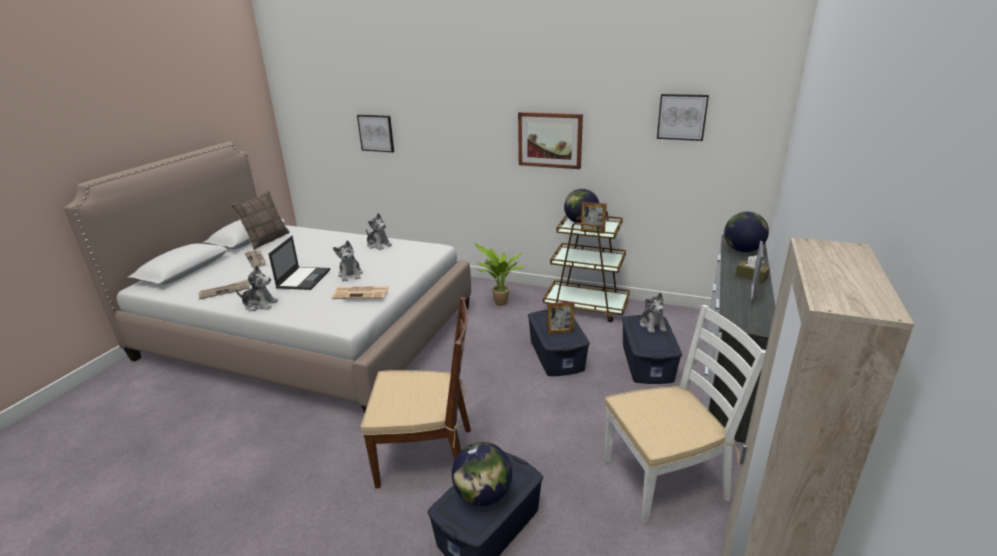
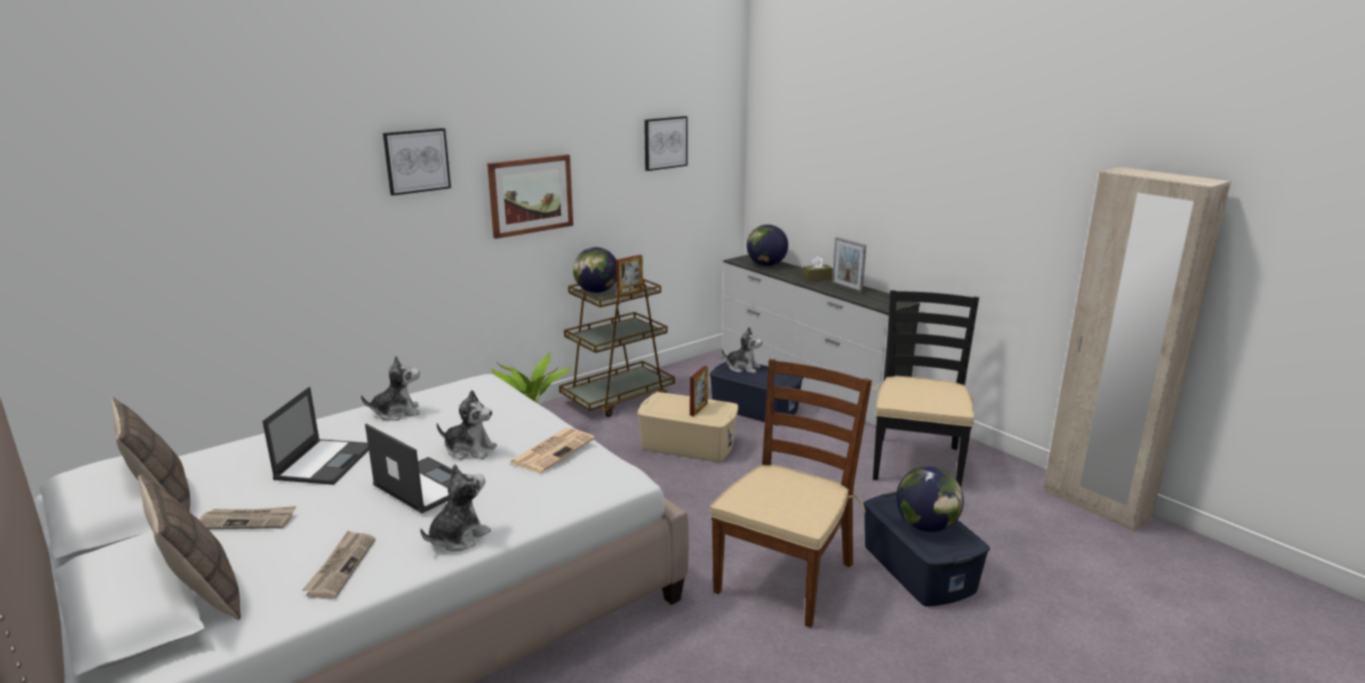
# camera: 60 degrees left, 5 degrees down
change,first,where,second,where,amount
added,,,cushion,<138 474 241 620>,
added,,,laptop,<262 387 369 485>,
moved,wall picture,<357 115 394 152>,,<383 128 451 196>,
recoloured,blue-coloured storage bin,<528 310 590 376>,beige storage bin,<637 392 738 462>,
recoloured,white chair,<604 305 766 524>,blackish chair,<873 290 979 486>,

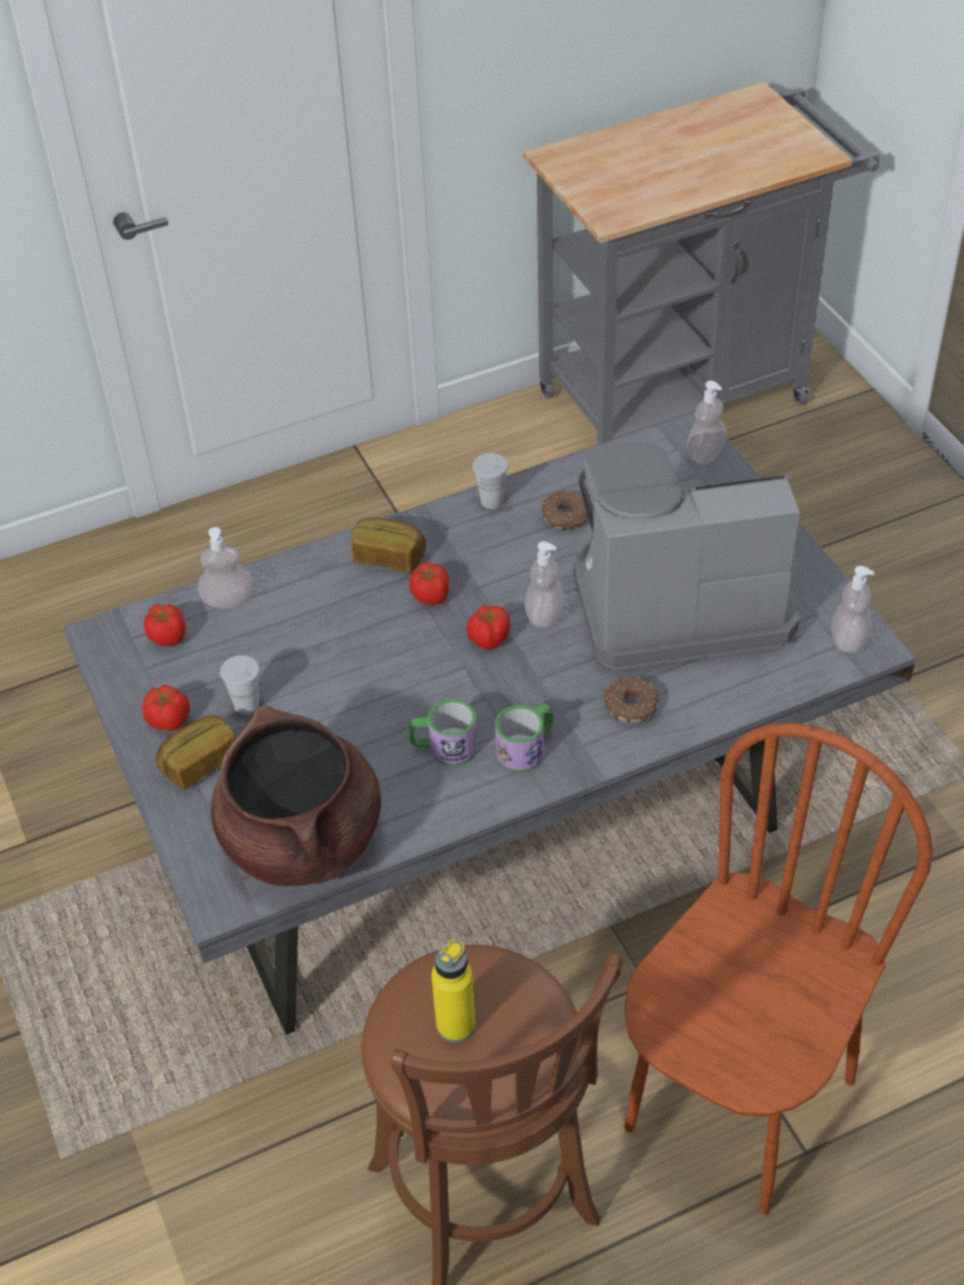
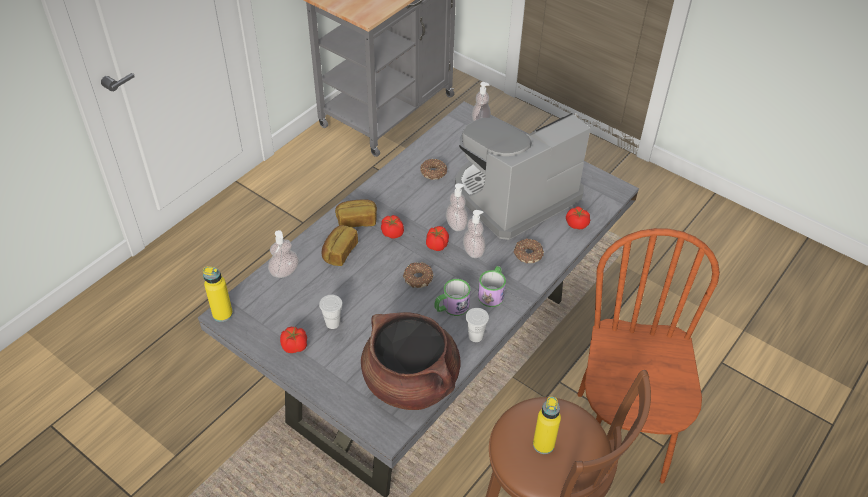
# camera: 30 degrees left, 0 degrees up
change,first,where,second,where,amount
added,,,yellow-coloured beverage bottle,<203 267 233 322>,
added,,,donut,<403 263 434 288>,
moved,whole tomato,<144 604 185 646>,,<566 207 590 229>,
moved,bread,<156 715 236 790>,,<322 225 358 266>,
moved,white drinking cup,<473 453 508 509>,,<466 308 489 342>,
moved,soap dispenser,<831 566 874 653>,,<463 210 486 258>,

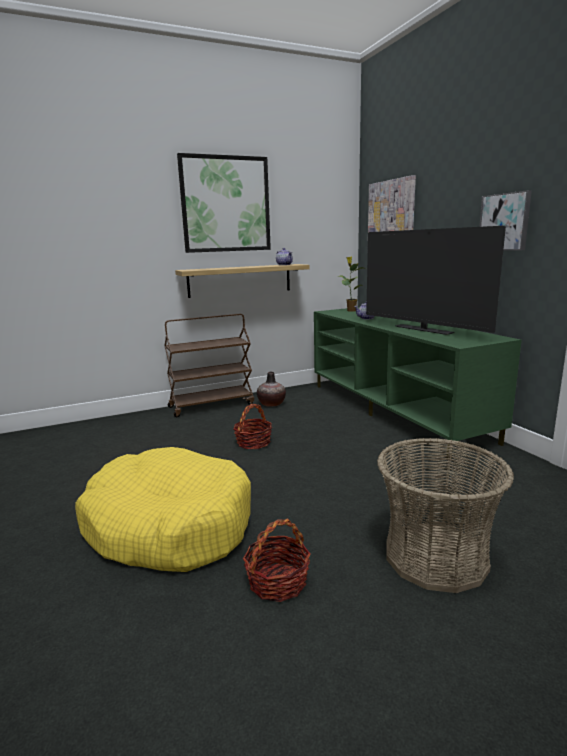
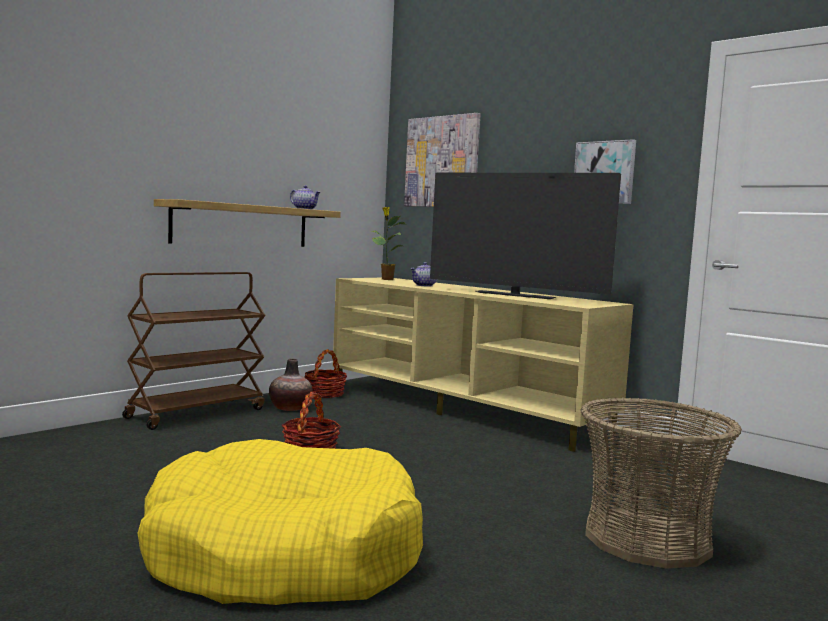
# camera: 25 degrees left, 10 degrees down
change,first,where,second,where,amount
removed,wall picture,<177 153 271 253>,,,
moved,basket,<243 519 311 602>,,<304 349 347 398>,
recoloured,green tv stand,<314 307 522 459>,beige tv stand,<333 278 634 452>,

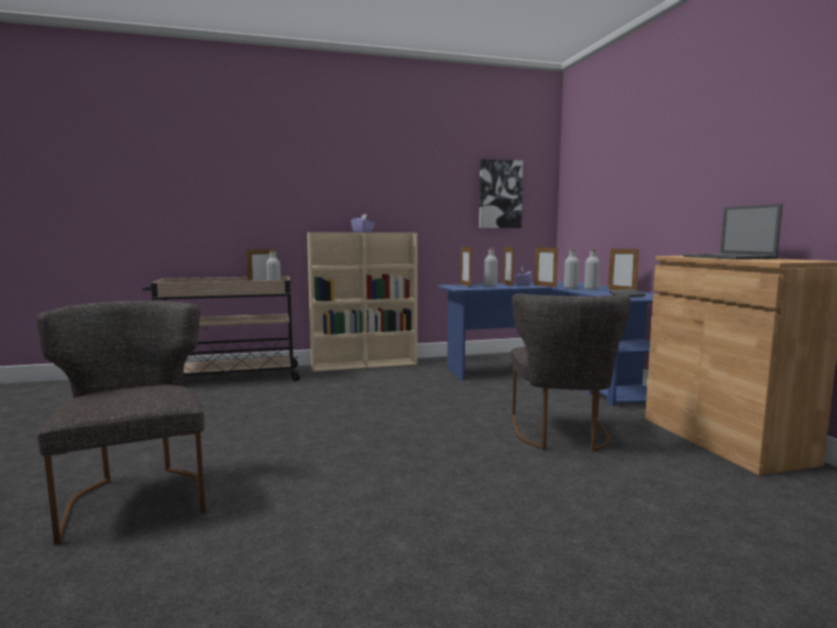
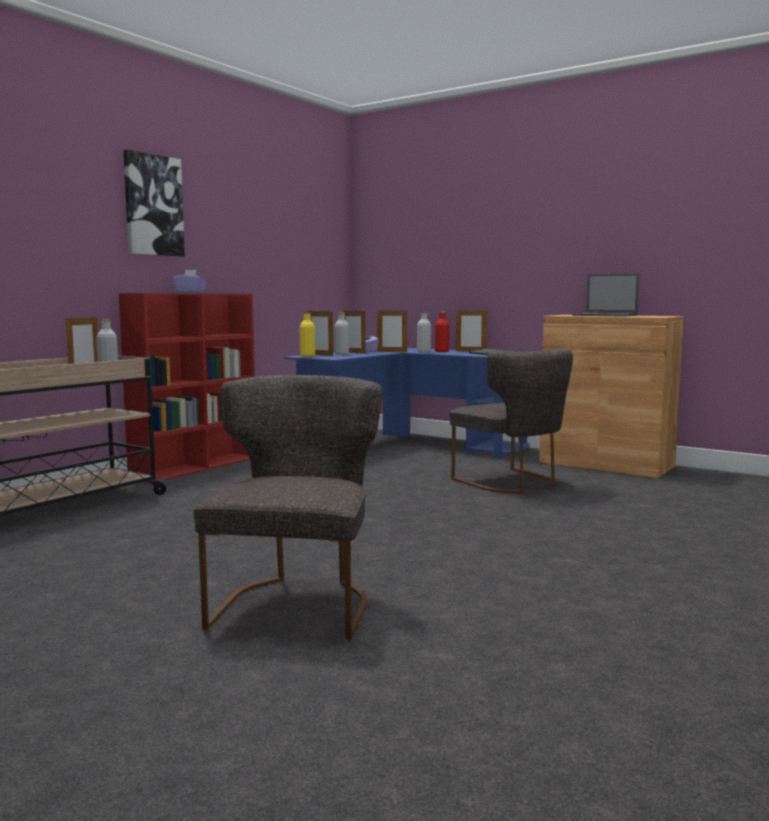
# camera: 40 degrees left, 0 degrees up
change,first,where,second,where,amount
added,,,yellow-coloured beverage bottle,<300 312 315 357>,
moved,wall picture,<479 159 523 228>,,<124 149 185 257>,
recoloured,beige bookcase,<307 232 418 372>,reddish bookcase,<119 293 255 483>,
recoloured,grey beverage bottle,<584 249 600 290>,reddish beverage bottle,<435 312 450 352>,
turned,grey chair,<36 301 206 544>,,<194 375 383 640>,75 degrees clockwise

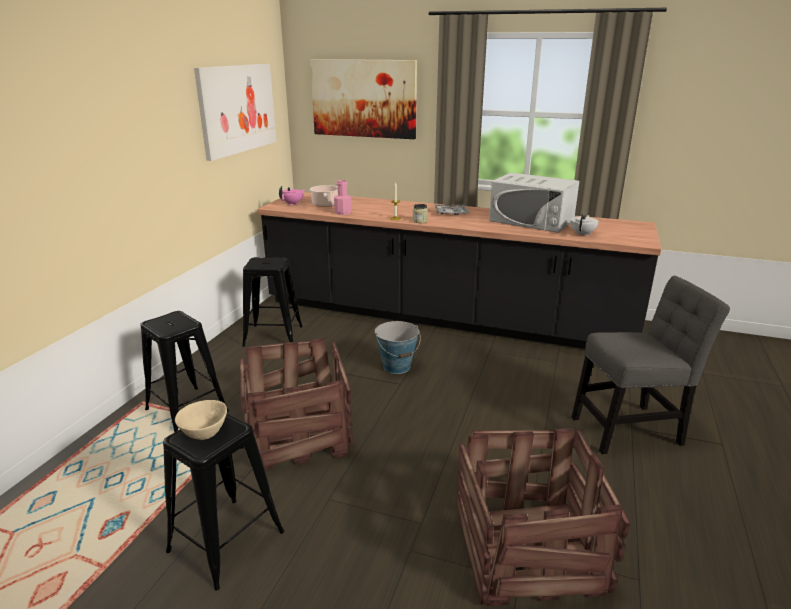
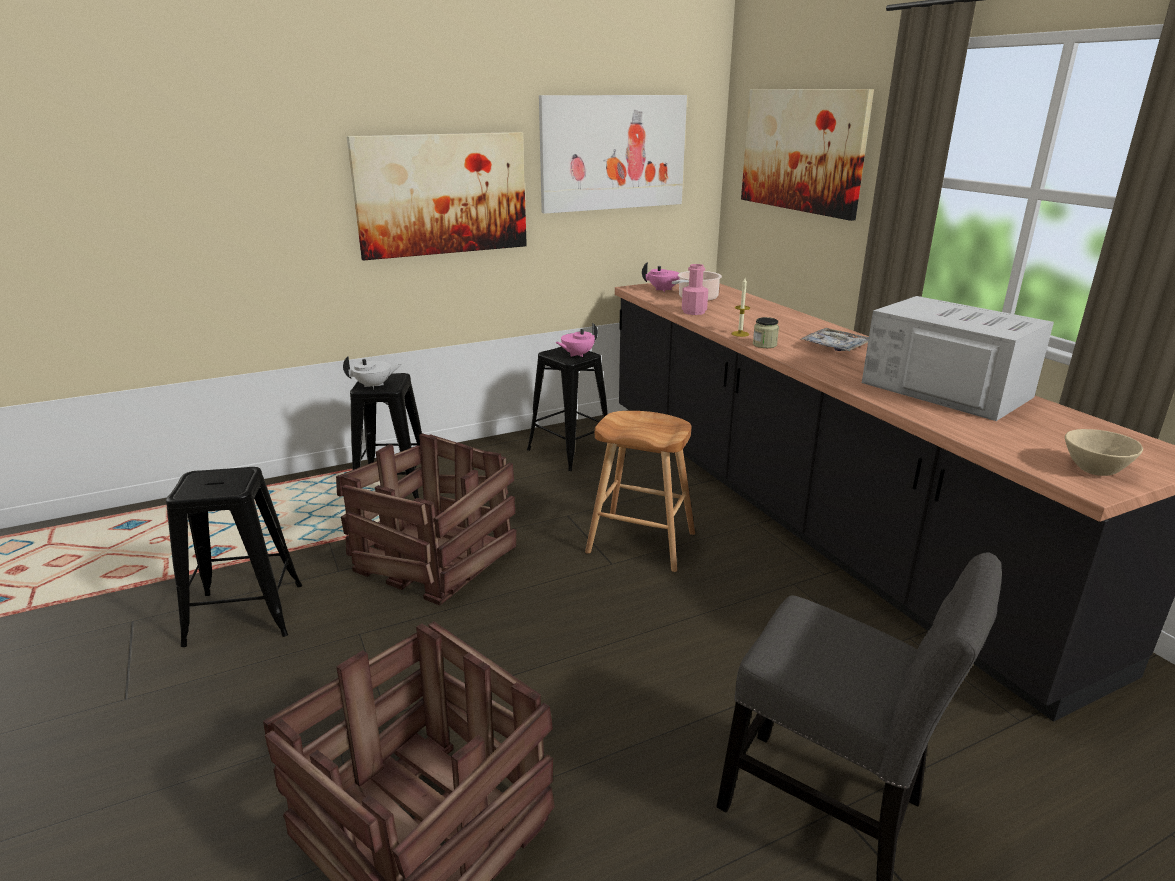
# camera: 45 degrees right, 0 degrees up
change,first,where,second,where,amount
added,,,wall picture,<347 132 527 260>,
added,,,pinkish tea pot,<555 323 598 357>,
moved,beige bowl,<175 400 227 440>,,<1065 429 1143 476>,
moved,white tea pot,<570 214 599 236>,,<343 356 402 389>,
replaced,pail,<375 321 421 374>,brown sitting stool,<585 411 695 572>,
turned,white microwave oven,<489 173 579 233>,,<862 296 1054 421>,150 degrees clockwise

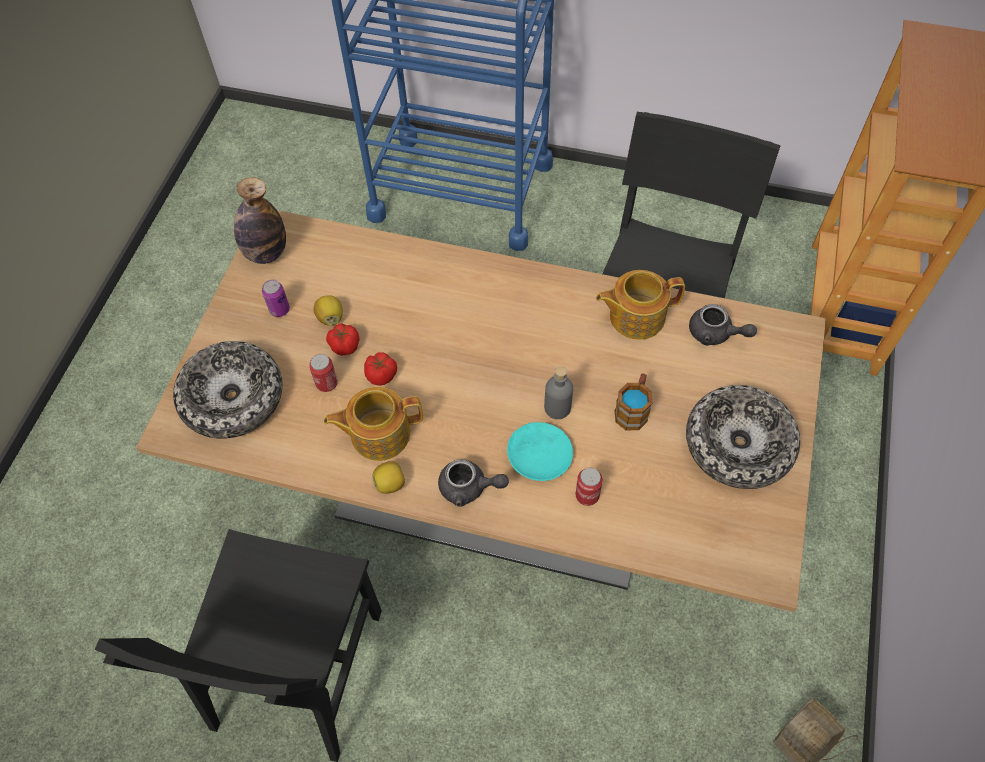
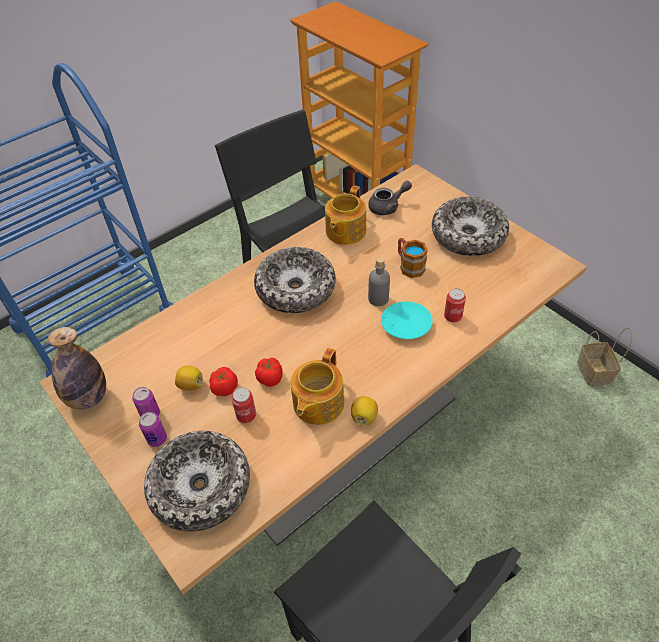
# camera: 55 degrees left, 10 degrees down
change,first,where,second,where,amount
removed,grey tea pot,<438 459 509 507>,,,
added,,,can,<139 412 167 447>,
added,,,bowl,<254 247 336 313>,

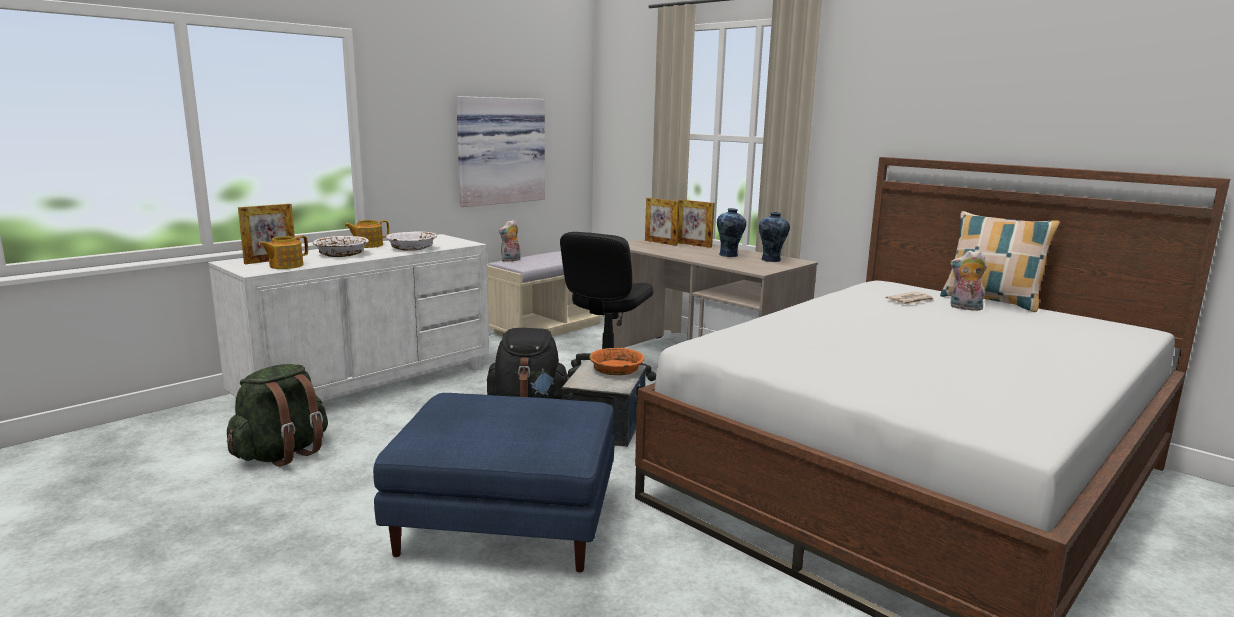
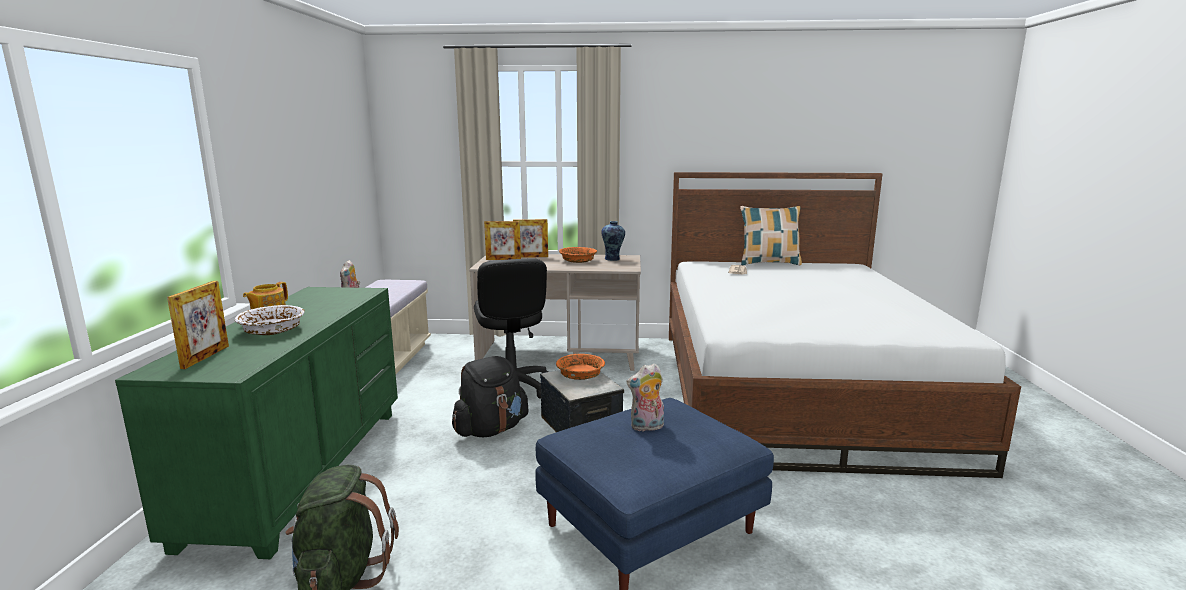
# camera: 40 degrees left, 0 degrees up
change,first,where,second,where,amount
removed,tea pot,<259 235 308 269>,,,
removed,white bowl,<386 231 437 251>,,,
removed,wall picture,<456 96 545 207>,,,
moved,cuddly toy,<950 250 987 311>,,<626 363 664 432>,
replaced,flower vase,<717 208 746 257>,orangey bowl,<559 247 597 263>,
recoloured,white chest of drawers,<208 234 489 402>,green chest of drawers,<115 287 398 559>,

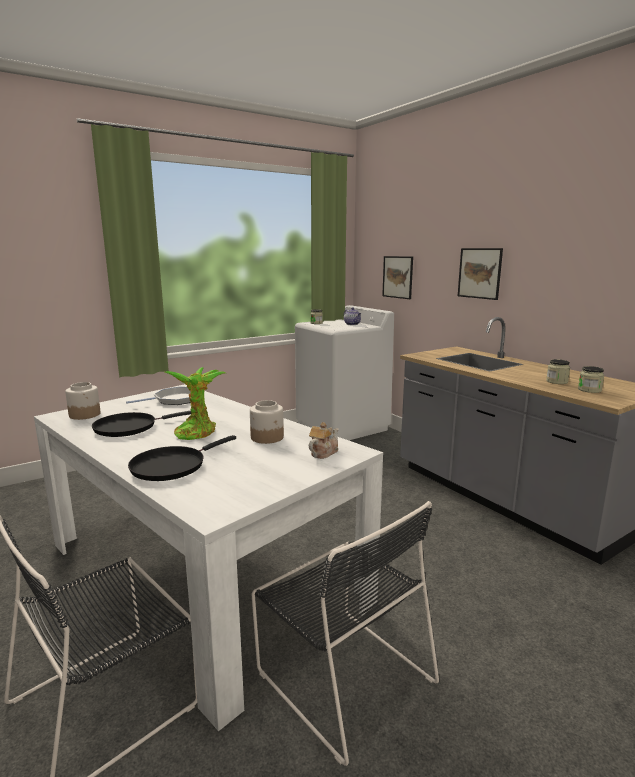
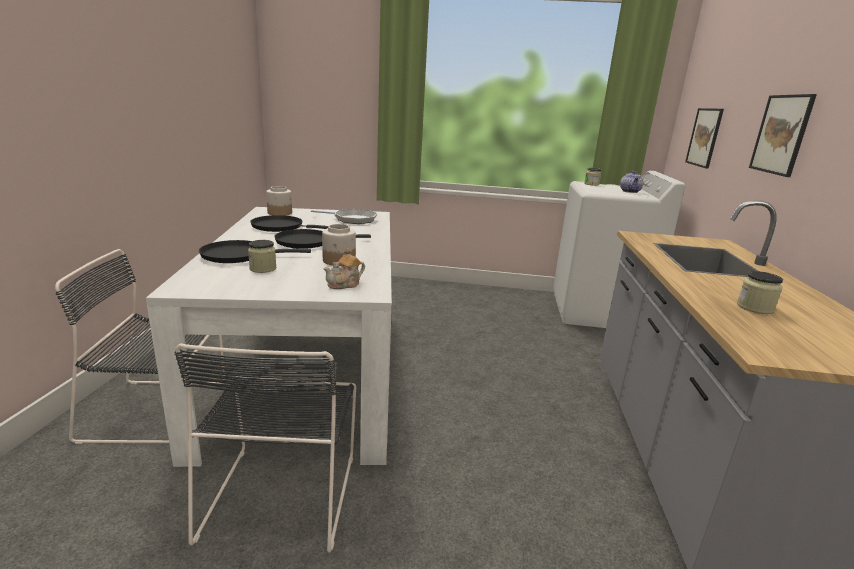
# camera: 40 degrees right, 5 degrees up
change,first,where,second,where,amount
moved,jar,<578 366 604 393>,,<248 240 276 273>,
replaced,plant in a pot,<165 367 226 440>,blackish pan,<274 229 371 249>,
turned,tea pot,<309 422 339 459>,,<323 248 365 289>,150 degrees clockwise

